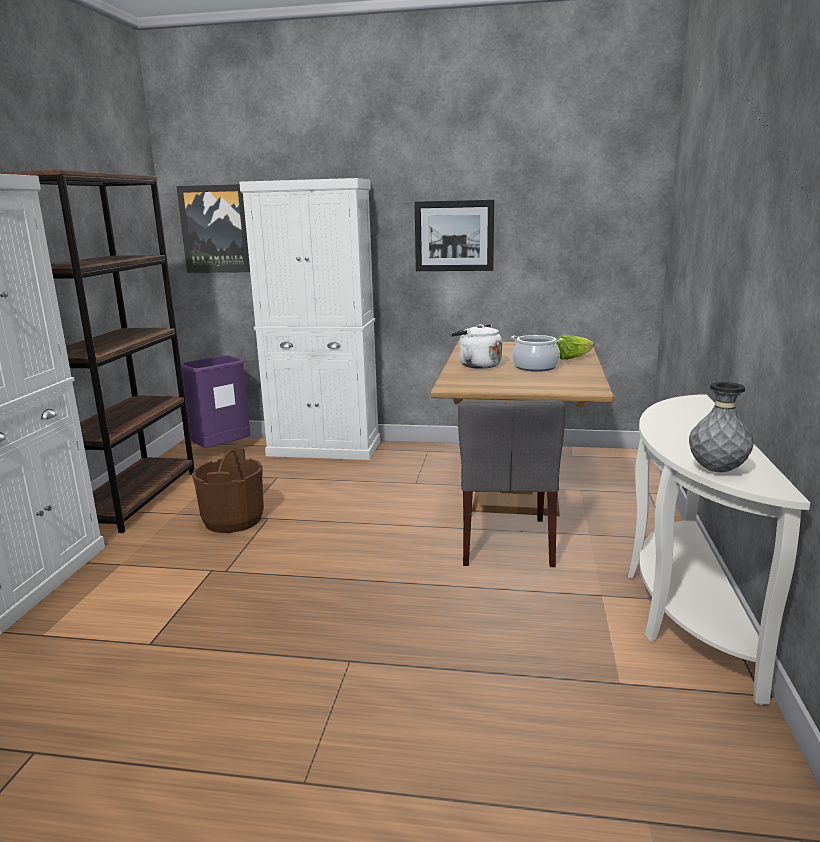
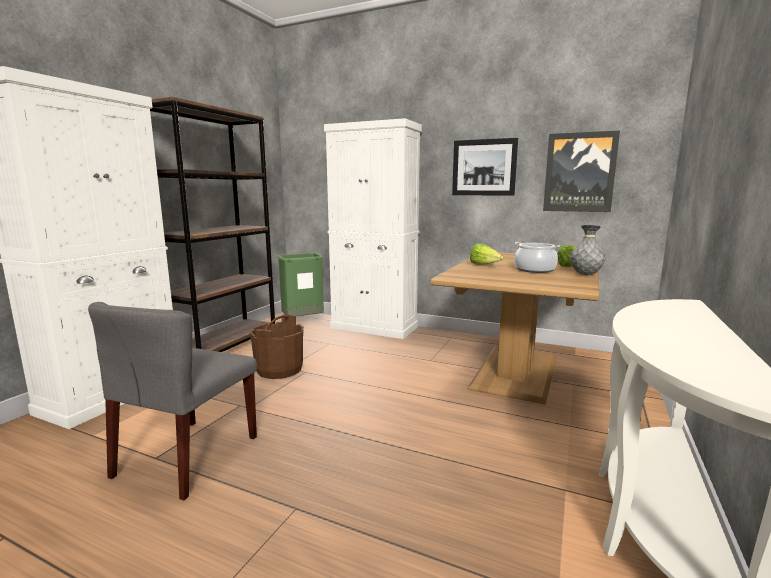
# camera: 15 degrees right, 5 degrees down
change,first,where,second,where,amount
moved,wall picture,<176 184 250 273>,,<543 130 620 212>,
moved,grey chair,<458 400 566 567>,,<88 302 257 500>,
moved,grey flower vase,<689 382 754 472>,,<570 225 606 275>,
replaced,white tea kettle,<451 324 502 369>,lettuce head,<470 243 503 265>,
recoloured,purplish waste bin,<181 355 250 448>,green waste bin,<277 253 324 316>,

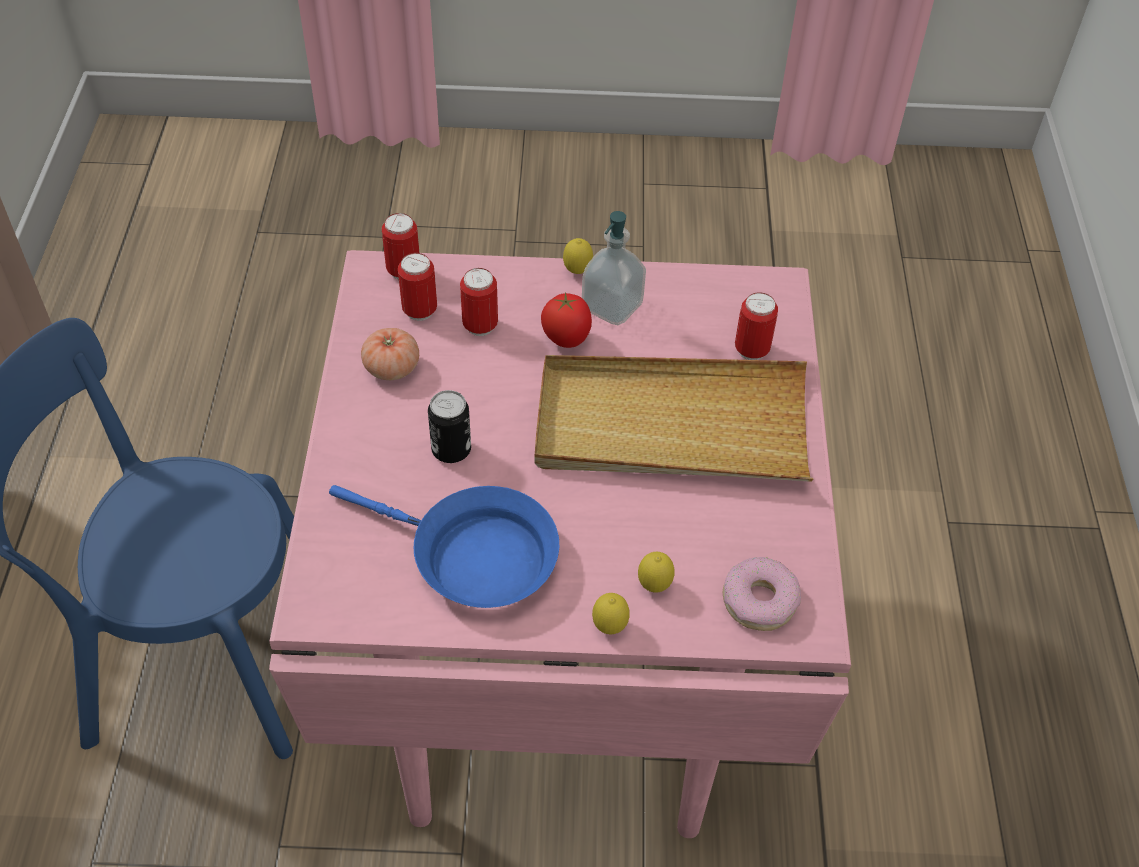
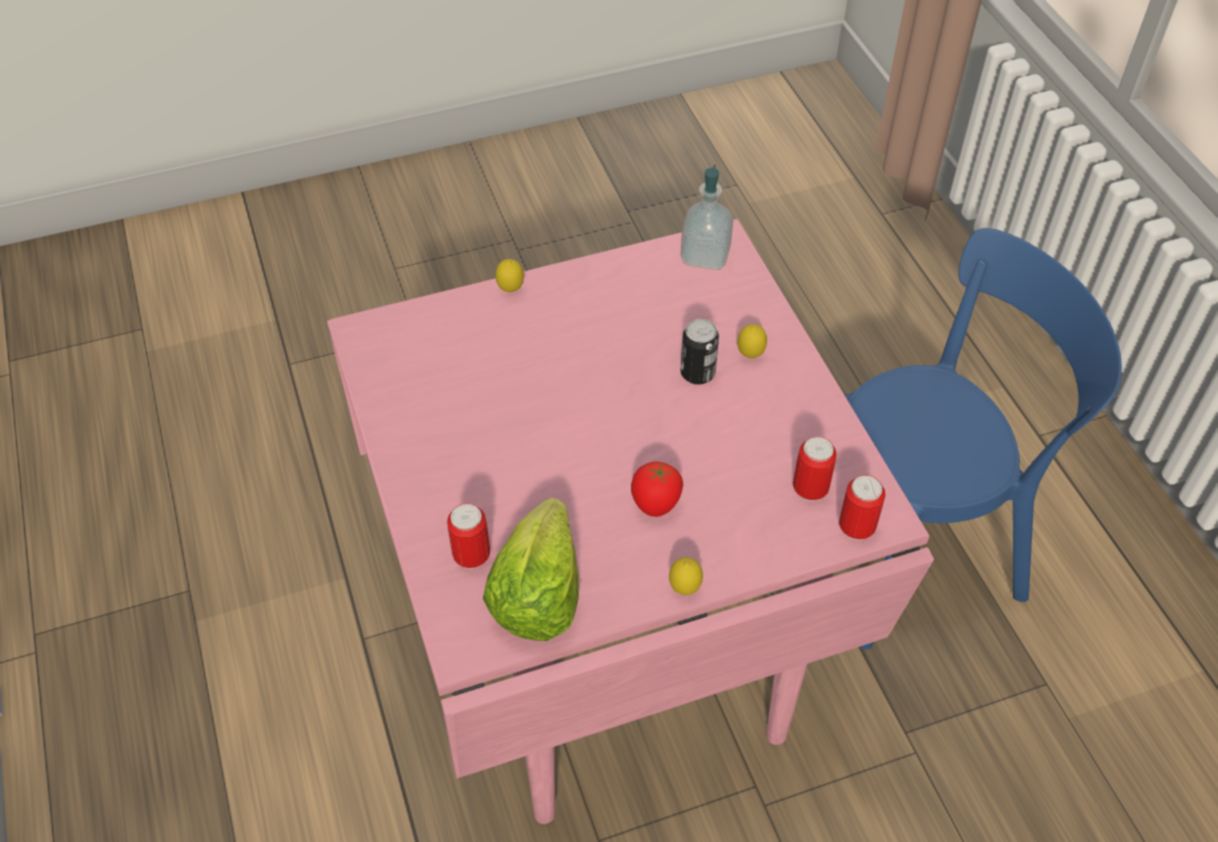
# camera: 160 degrees right, 0 degrees up
change,first,where,second,where,amount
removed,blue-coloured pan,<329 485 559 608>,,,
removed,whole tomato,<361 328 419 380>,,,
removed,can,<460 268 498 336>,,,
removed,beige tray,<535 355 813 482>,,,
removed,donut,<723 557 801 631>,,,
added,,,lettuce head,<483 498 579 641>,
moved,soap dispenser,<582 211 646 325>,,<681 165 733 270>,
moved,lemon,<638 552 674 592>,,<737 324 767 358>,

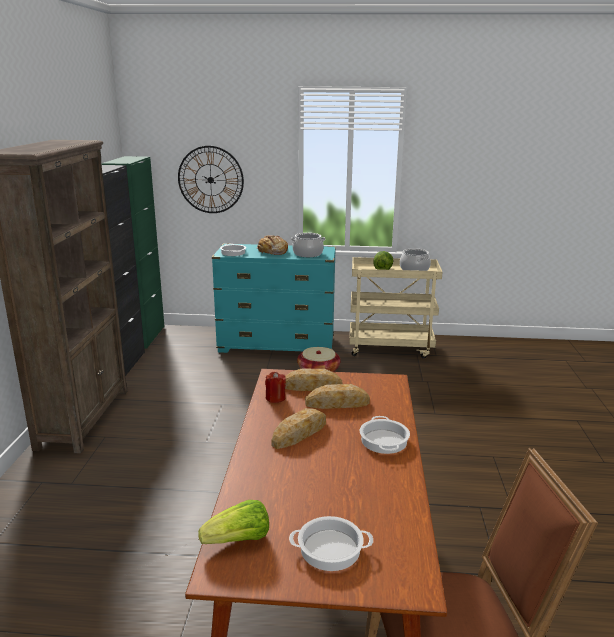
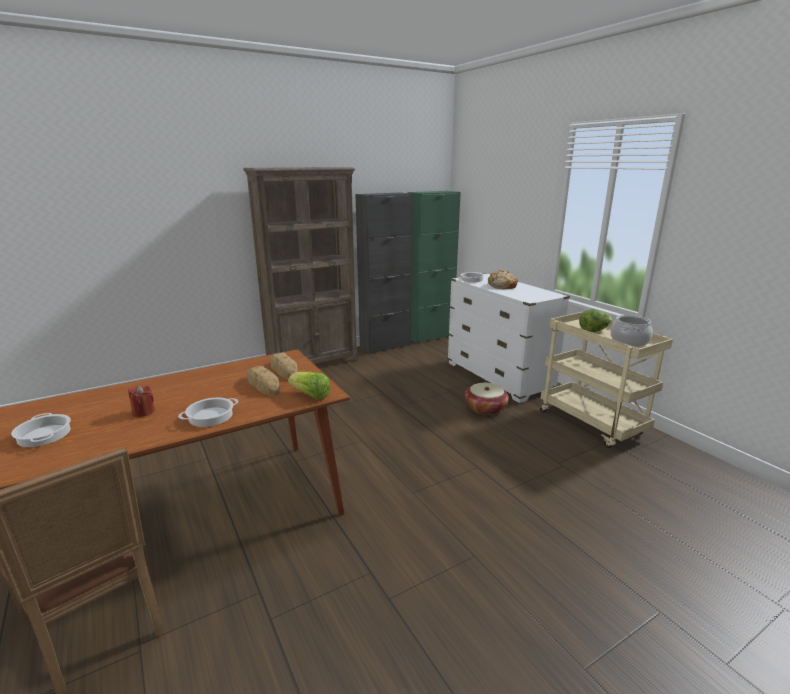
# camera: 55 degrees right, 0 degrees up
change,first,where,second,where,amount
removed,hanging clock,<178 146 244 213>,,,
removed,bread,<271 408 326 449>,,,
removed,cooking pot,<291 233 325 257>,,,
moved,lettuce head,<198 500 269 544>,,<288 372 330 400>,
moved,reddish wax light,<265 372 286 403>,,<128 386 155 417>,
recoloured,turquoise-coloured chest of drawers,<212 243 336 353>,white chest of drawers,<447 273 570 403>,

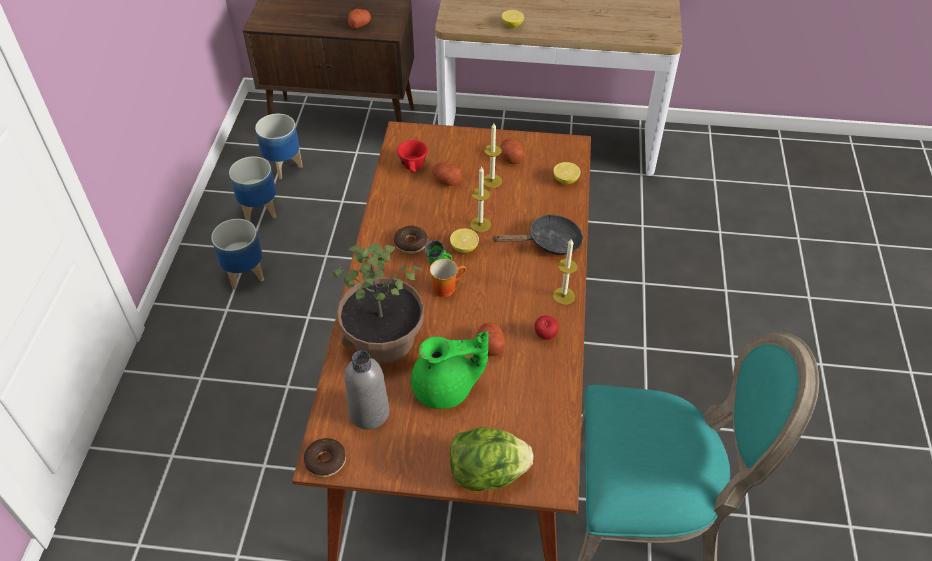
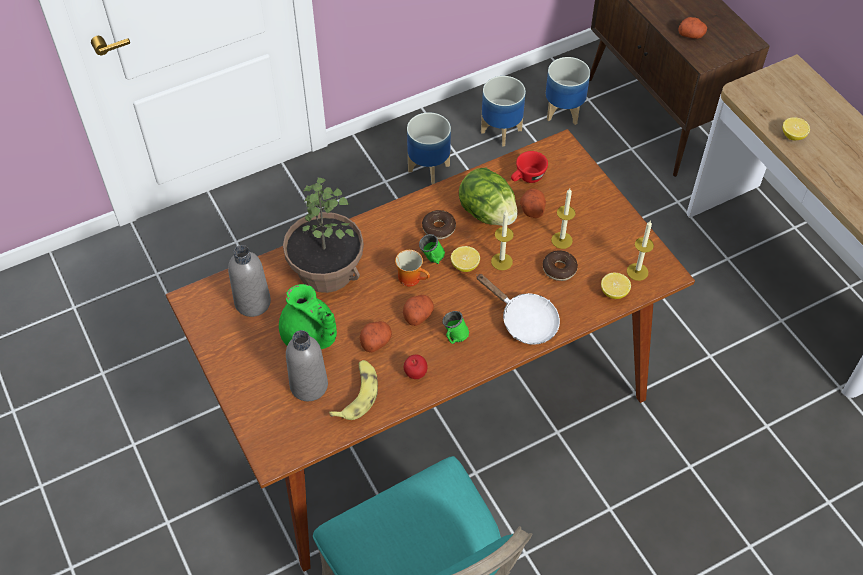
# camera: 55 degrees right, 5 degrees up
change,first,where,second,where,amount
added,,,grey beverage bottle,<286 330 328 401>,
added,,,banana,<329 360 378 420>,
added,,,green tea mug,<443 311 469 344>,
moved,donut,<304 438 346 477>,,<543 250 578 281>,
moved,lettuce head,<450 427 533 491>,,<459 168 518 226>,
moved,potato,<500 139 524 164>,,<403 295 434 326>,
moved,wax light,<553 238 578 305>,,<627 221 654 281>,
recoloured,blackish pan,<492 214 583 255>,white pan,<476 274 560 345>,

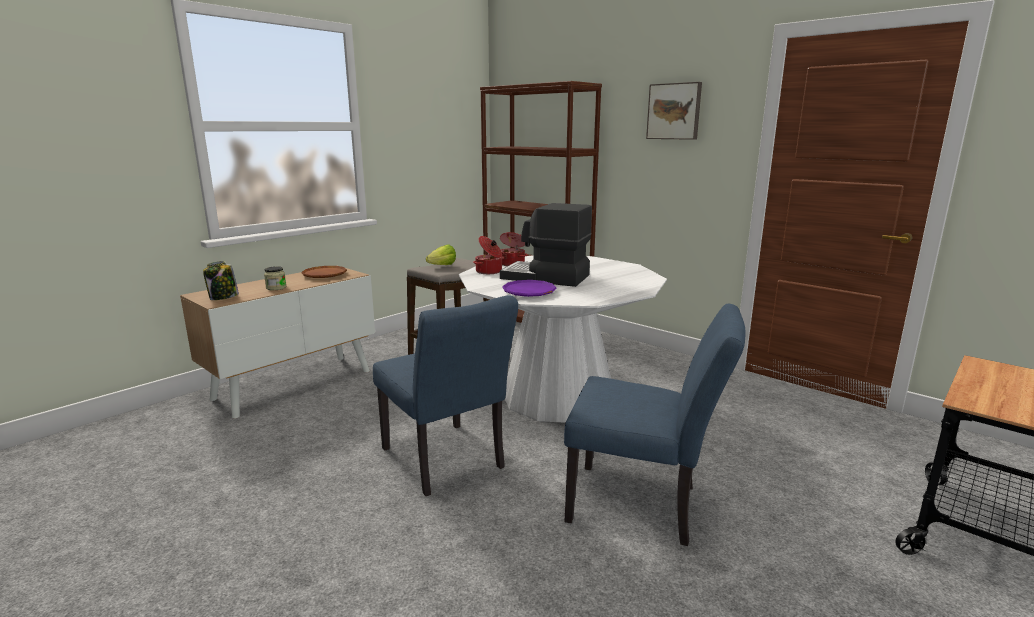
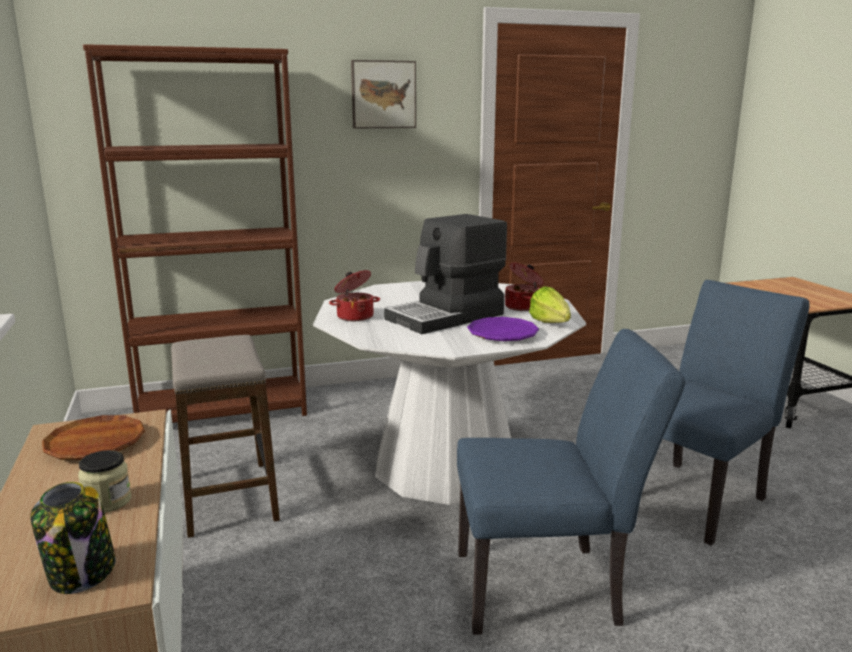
# camera: 60 degrees left, 0 degrees up
change,first,where,second,where,amount
moved,lettuce head,<426 244 456 265>,,<529 286 571 323>,
moved,cooking pot,<473 236 504 274>,,<505 263 544 311>,

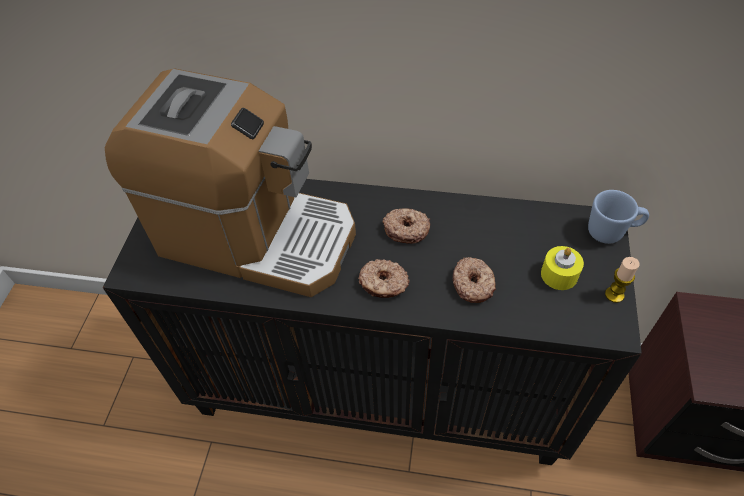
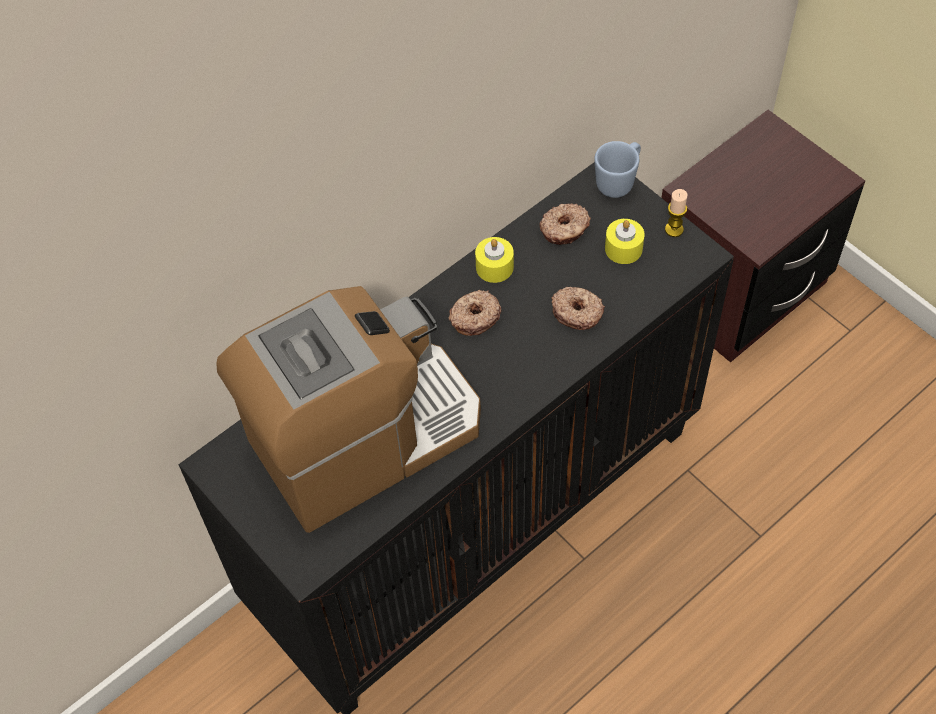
# camera: 50 degrees left, 5 degrees up
change,first,where,second,where,amount
added,,,yellow-coloured wax light,<475 237 514 283>,
moved,donut,<358 259 410 298>,,<539 203 591 245>,

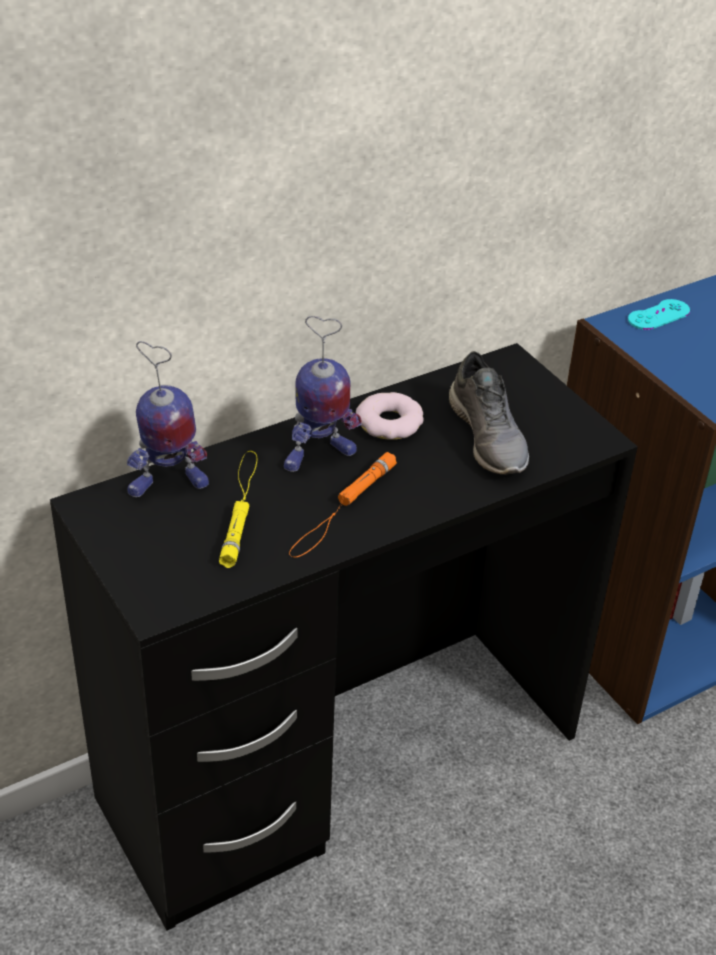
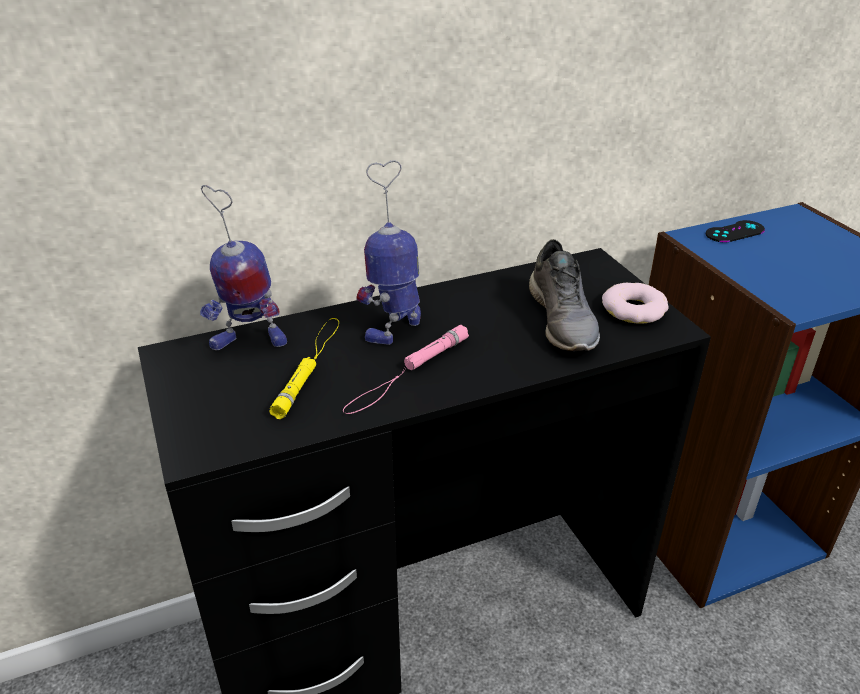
# camera: 10 degrees right, 5 degrees down
change,first,where,second,where,amount
moved,donut,<356 392 424 440>,,<602 283 668 324>,
recoloured,orangey torch,<289 452 397 558>,pinkish torch,<343 325 469 414>,
recoloured,turquoise-coloured game controller,<628 299 690 330>,blackish game controller,<706 220 765 242>,
turned,robot figure,<284 316 362 472>,,<356 160 421 345>,150 degrees clockwise

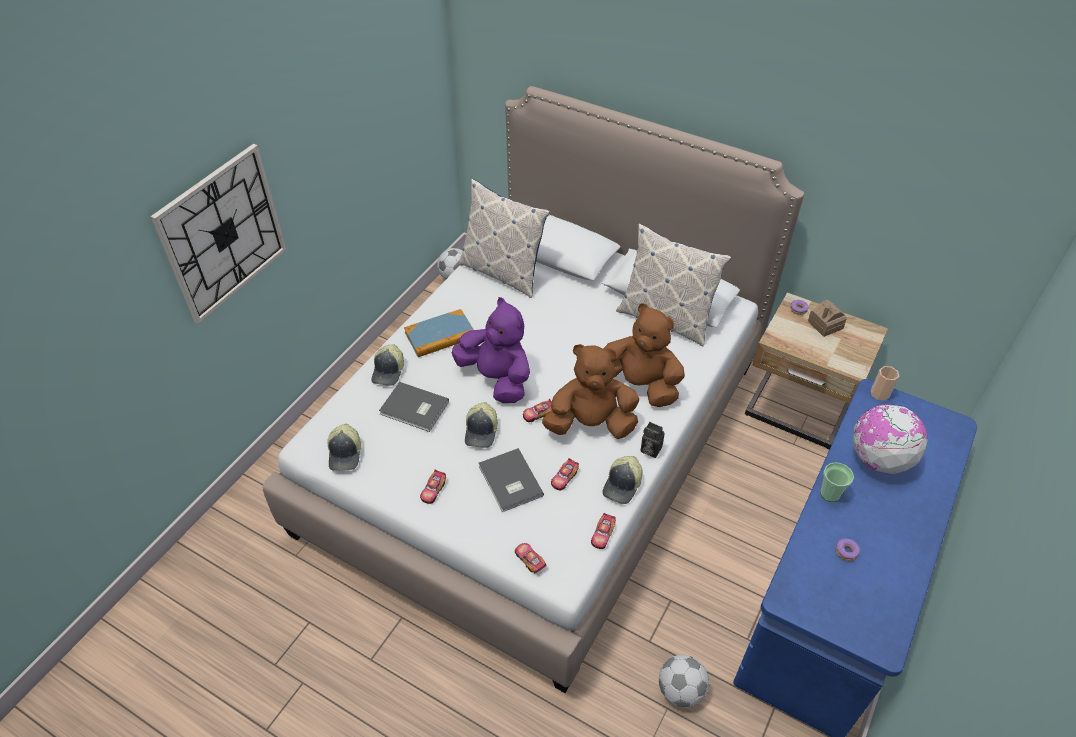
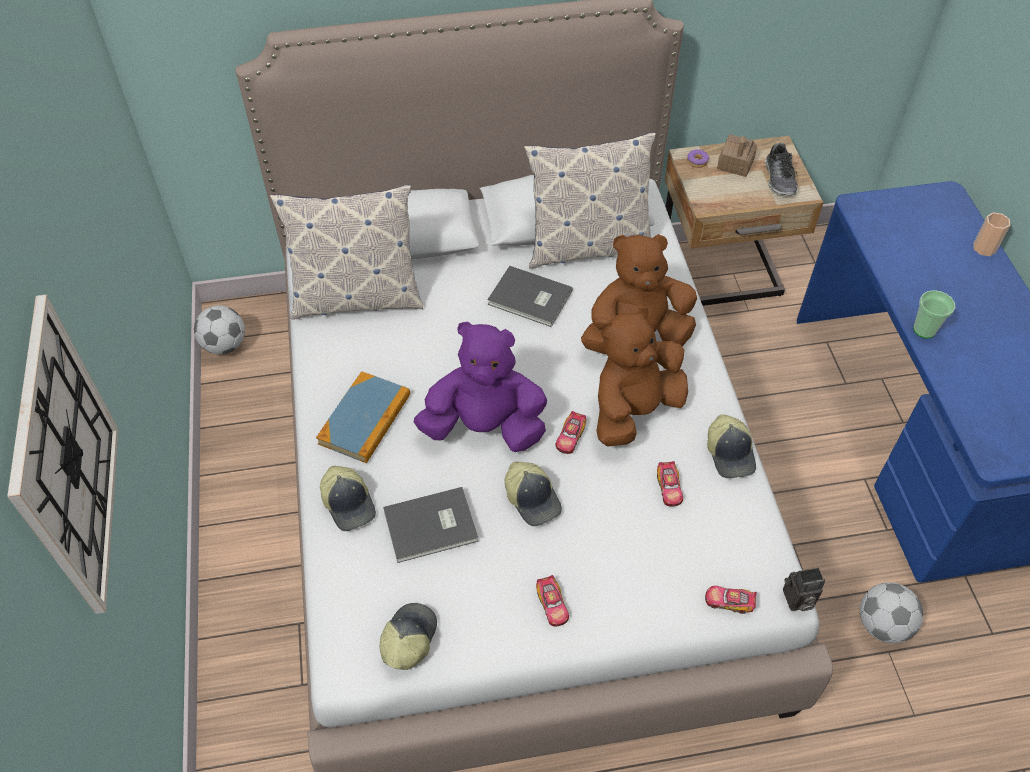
# camera: 40 degrees left, 5 degrees up
change,first,where,second,where,amount
removed,toy car,<591 513 616 549>,,,
removed,donut,<836 539 860 561>,,,
removed,desk globe,<853 404 928 474>,,,
added,,,item of footwear,<765 143 798 196>,
moved,grey volume,<479 448 544 512>,,<488 266 572 327>,
moved,still camera,<641 422 665 458>,,<783 568 825 611>,
moved,drinking cup,<871 366 899 401>,,<973 213 1010 256>,
turned,baseball cap,<327 424 361 470>,,<380 603 437 670>,120 degrees counterclockwise

